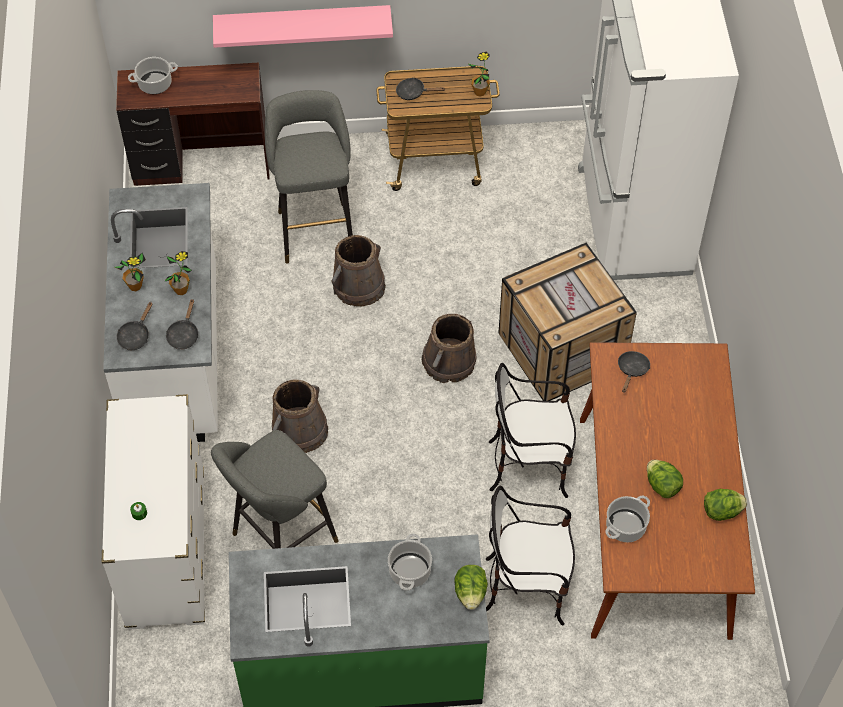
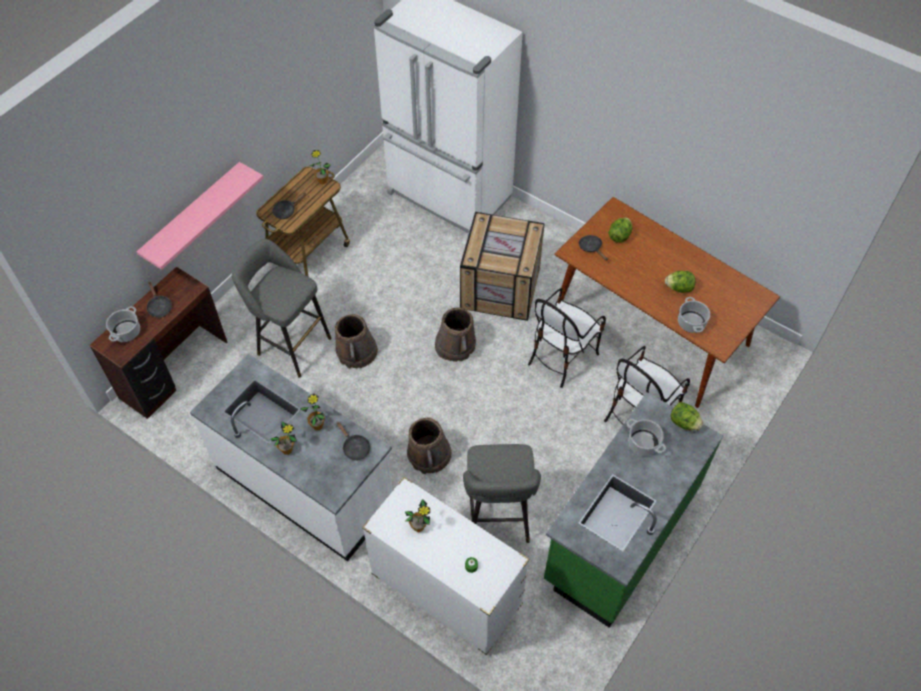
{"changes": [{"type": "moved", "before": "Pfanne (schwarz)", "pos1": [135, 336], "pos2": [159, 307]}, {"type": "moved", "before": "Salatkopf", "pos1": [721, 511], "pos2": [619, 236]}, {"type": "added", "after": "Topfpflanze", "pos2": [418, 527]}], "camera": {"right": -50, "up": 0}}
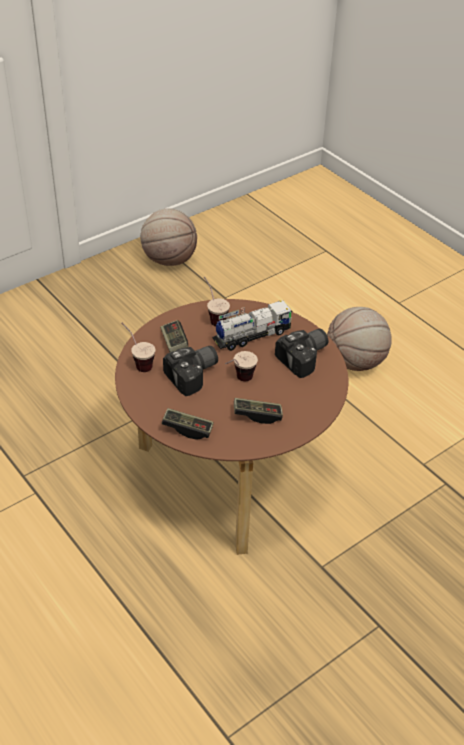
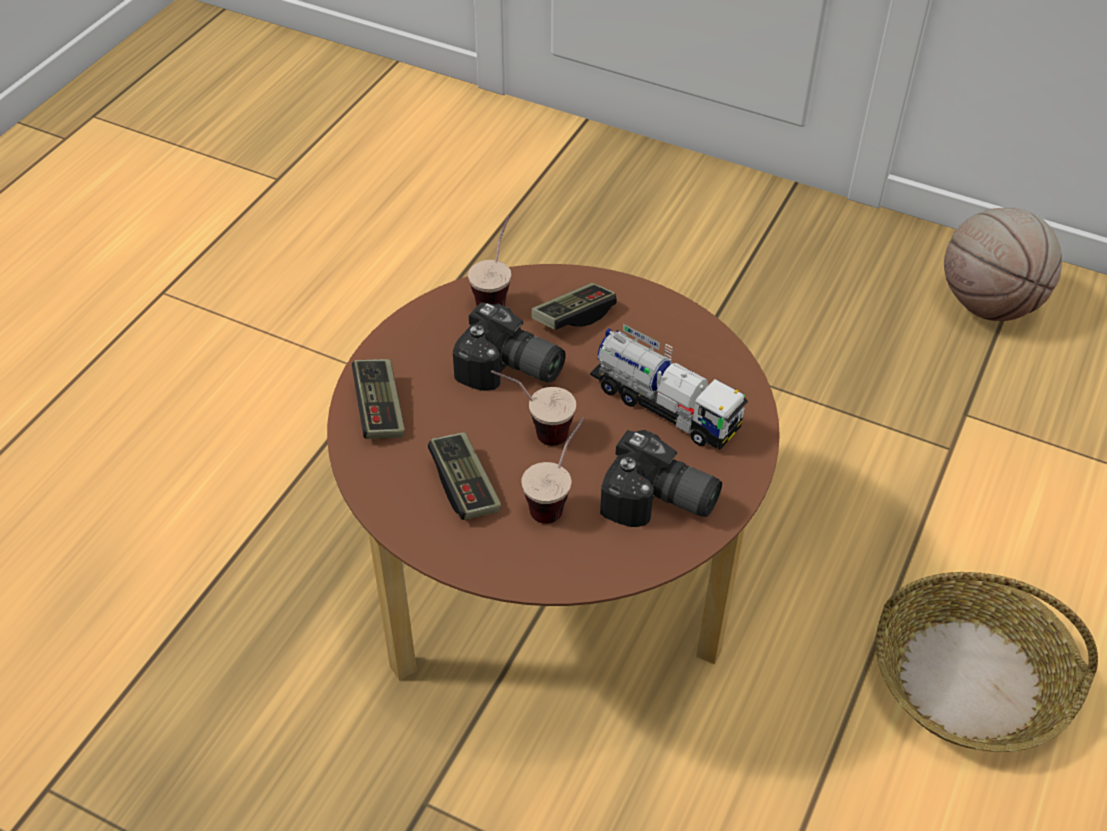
{"changes": [{"type": "moved", "before": "Tasse", "pos1": [213, 317], "pos2": [557, 498]}, {"type": "replaced", "before": "Basketball", "after": "Korb", "pos1": [355, 362], "pos2": [967, 679]}], "camera": {"right": 65, "up": 5}}
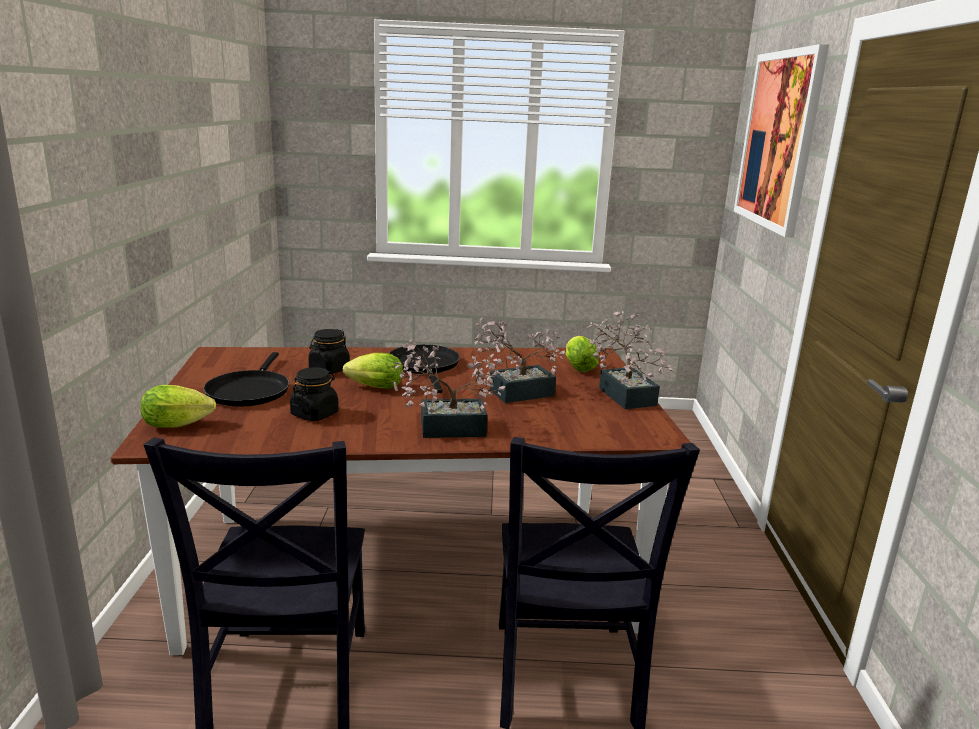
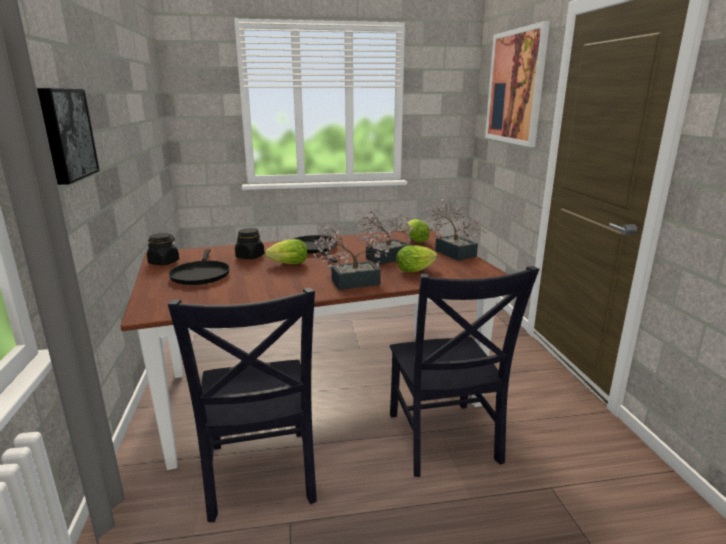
{"changes": [{"type": "moved", "before": "Vorratsglas (schwarz)", "pos1": [315, 414], "pos2": [164, 262]}, {"type": "moved", "before": "Salatkopf", "pos1": [181, 425], "pos2": [417, 270]}, {"type": "added", "after": "Bild", "pos2": [66, 134]}], "camera": {"right": -10, "up": 0}}
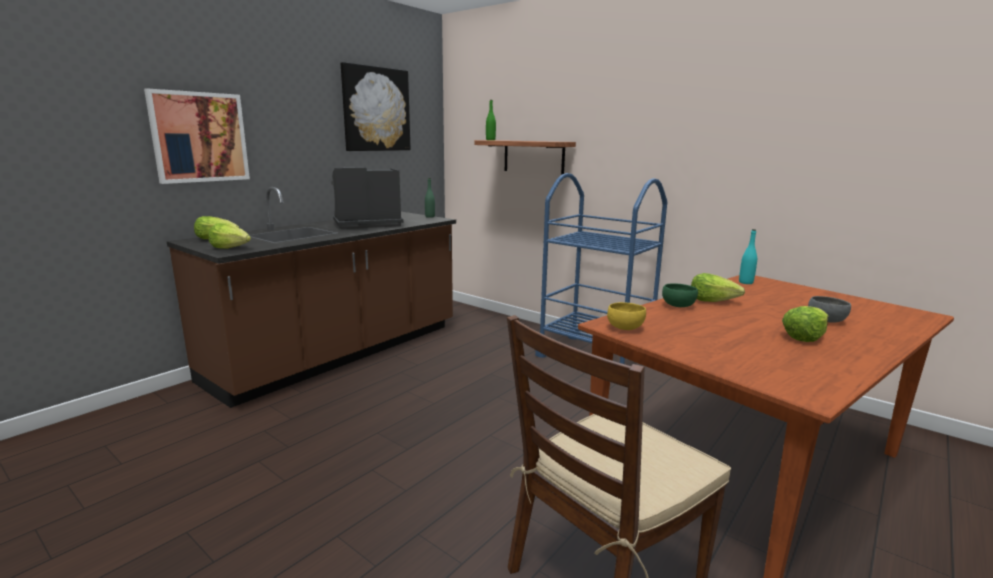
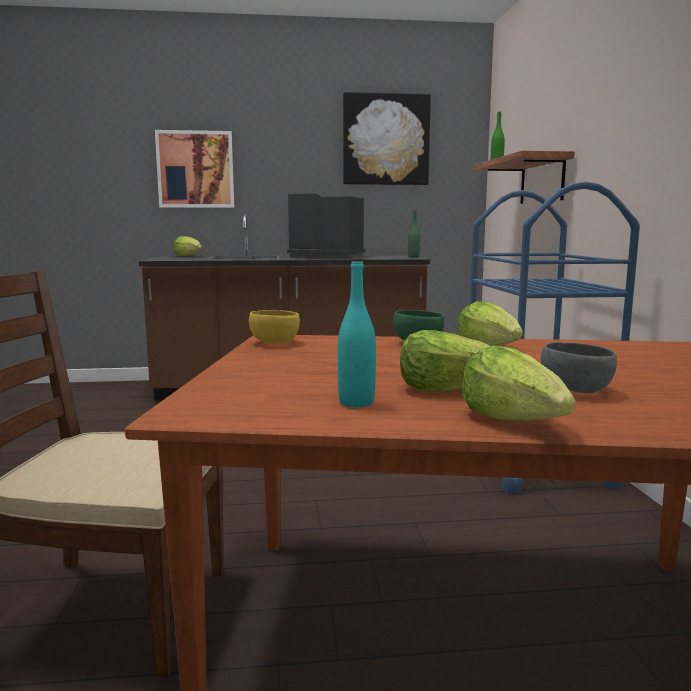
{"changes": [{"type": "moved", "before": "Salatkopf", "pos1": [231, 248], "pos2": [514, 421]}, {"type": "moved", "before": "Flasche (türkis)", "pos1": [746, 282], "pos2": [356, 402]}], "camera": {"right": 45, "up": -5}}
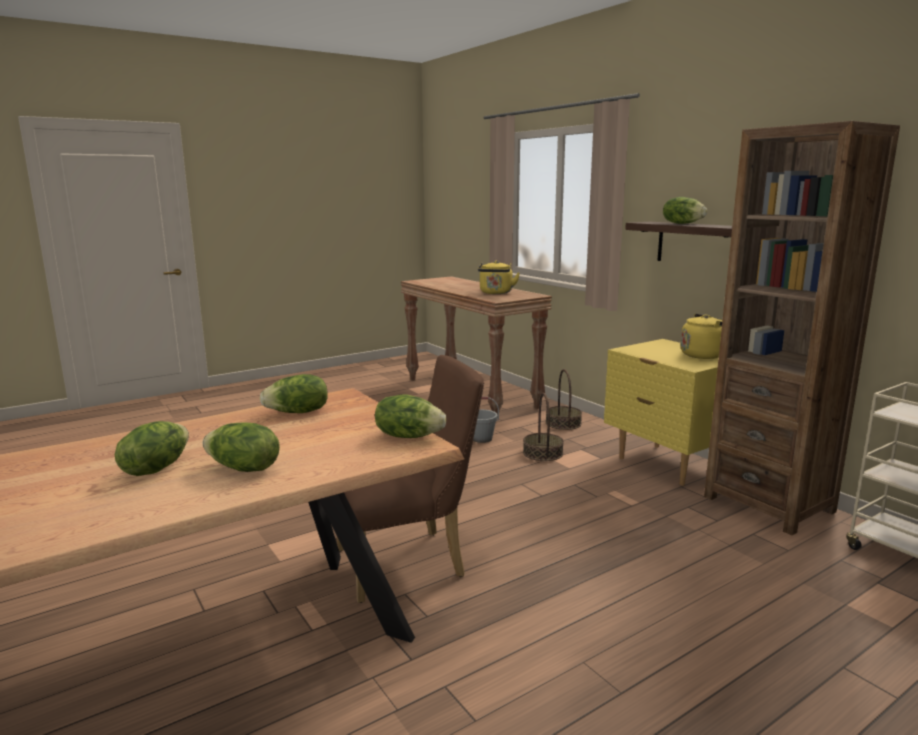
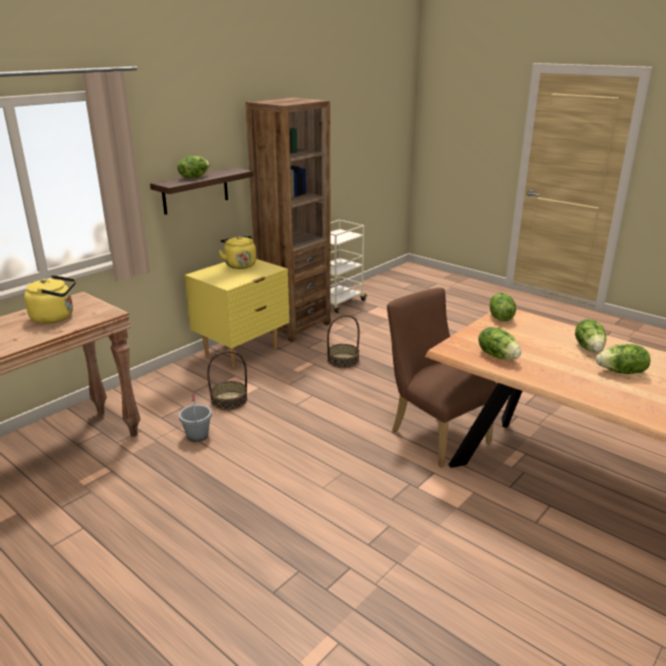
{"changes": [{"type": "moved", "before": "Korb", "pos1": [563, 423], "pos2": [343, 360]}], "camera": {"right": -105, "up": 10}}
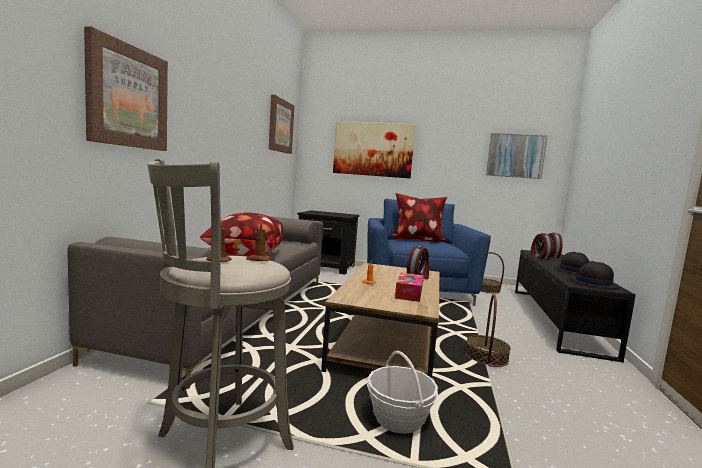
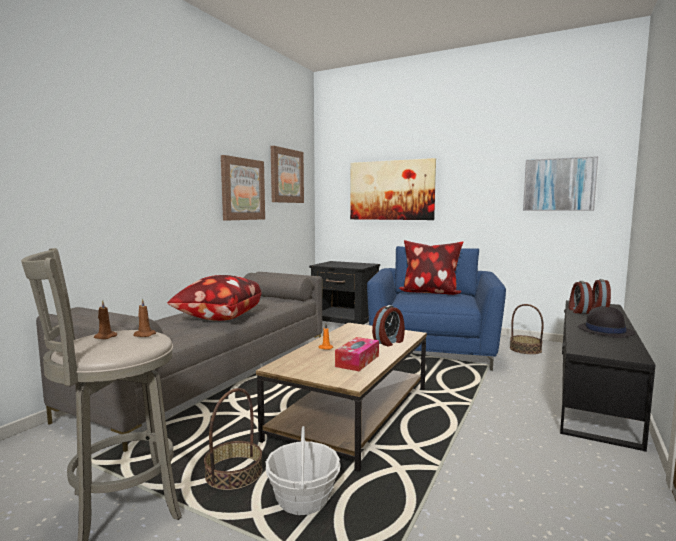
{"changes": [{"type": "moved", "before": "Bild", "pos1": [127, 97], "pos2": [242, 189]}, {"type": "removed", "before": "Hut (schwarz)", "pos1": [593, 283]}, {"type": "moved", "before": "Korb", "pos1": [486, 357], "pos2": [234, 473]}], "camera": {"right": 15, "up": 0}}
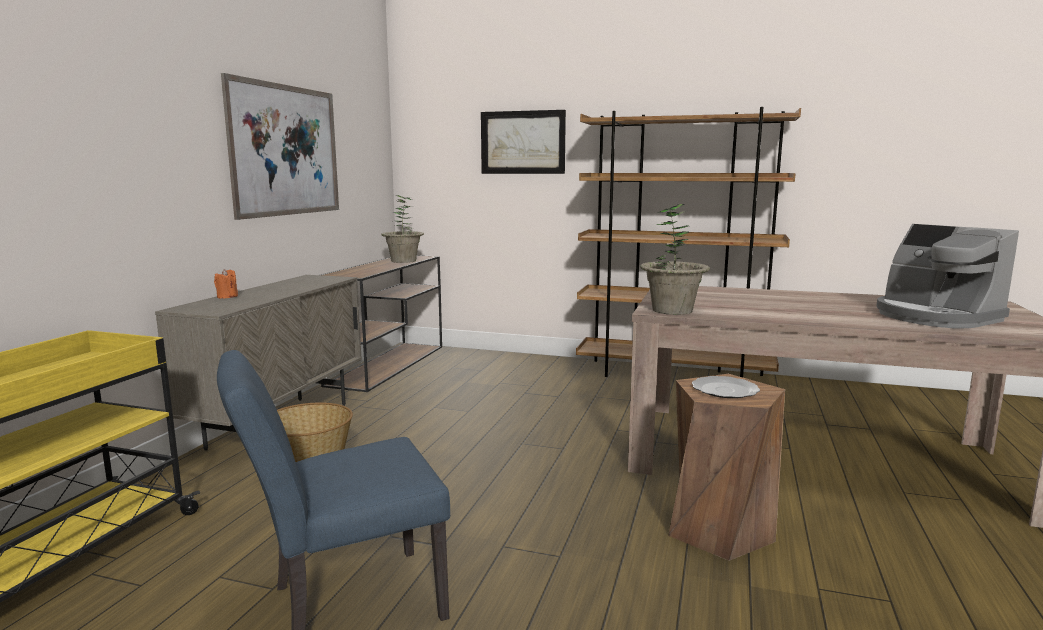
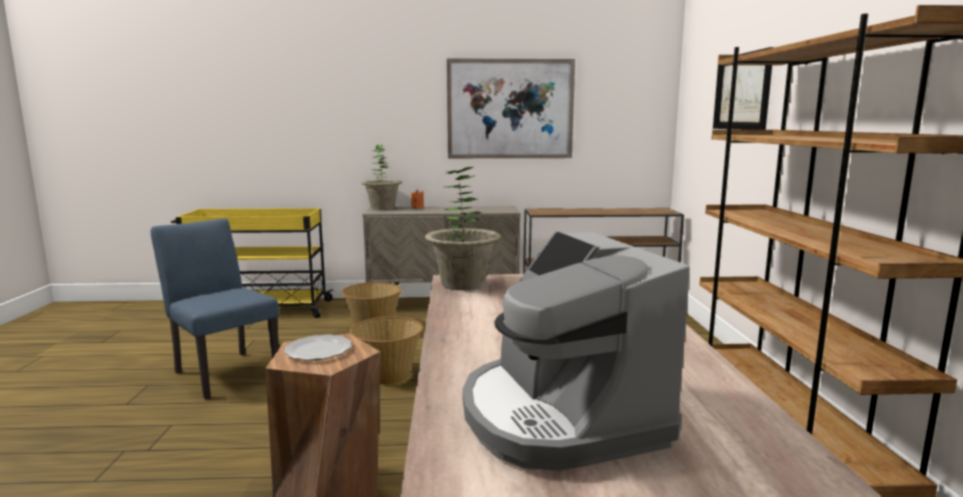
{"changes": [{"type": "moved", "before": "Topfpflanze", "pos1": [403, 261], "pos2": [382, 208]}, {"type": "turned", "before": "Kaffeemaschine", "pos1": [935, 317], "pos2": [559, 416], "turn": -60}, {"type": "added", "after": "Korb", "pos2": [388, 376]}], "camera": {"right": 70, "up": 0}}
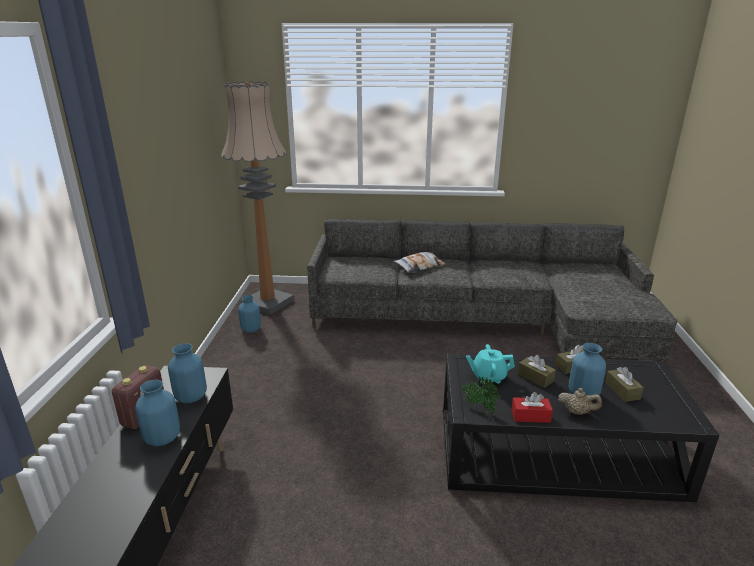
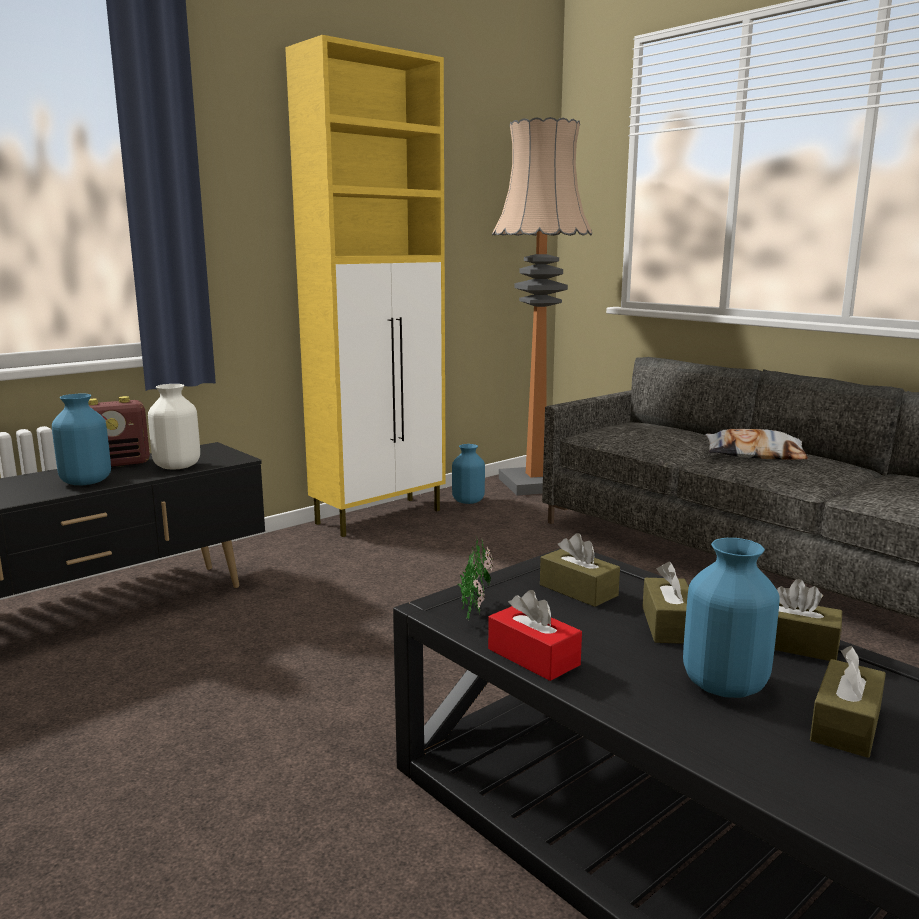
{"changes": [{"type": "recoloured", "before": "Vase (blau)", "after": "Vase (weiß)", "pos1": [190, 397], "pos2": [176, 466]}, {"type": "replaced", "before": "Teekanne (türkis)", "after": "Taschentuchbox (braun)", "pos1": [488, 376], "pos2": [578, 590]}, {"type": "removed", "before": "Teekanne (beige)", "pos1": [577, 412]}, {"type": "added", "after": "Schrank (gelb)", "pos2": [380, 516]}], "camera": {"right": 45, "up": -10}}
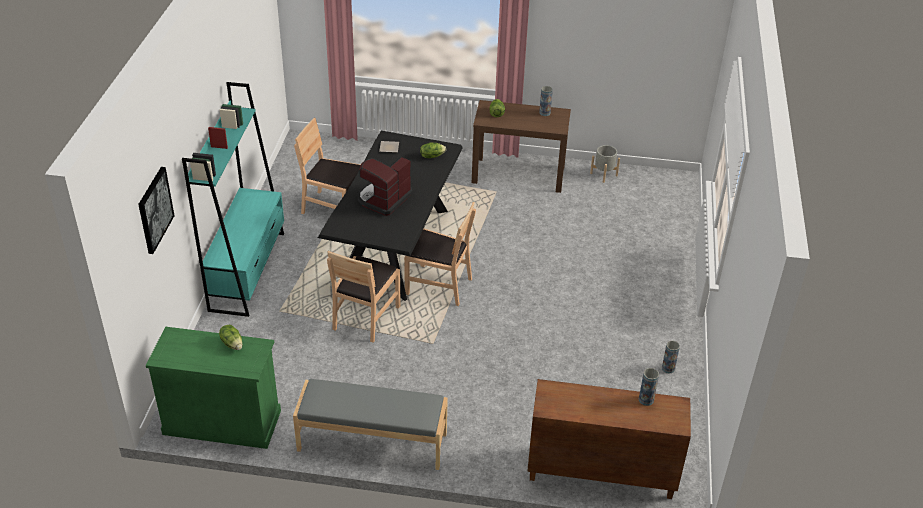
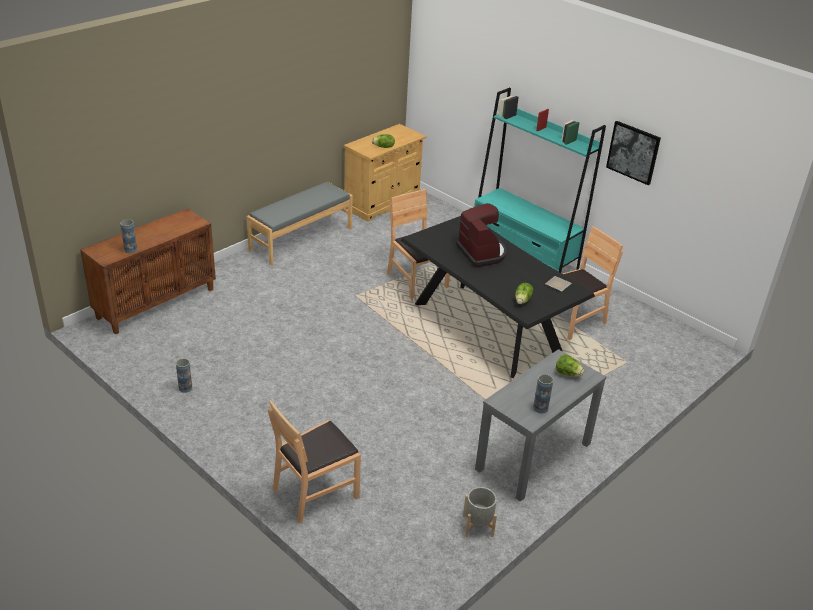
{"changes": [{"type": "recoloured", "before": "Konsolentisch (braun)", "after": "Konsolentisch (grau)", "pos1": [518, 174], "pos2": [533, 456]}, {"type": "moved", "before": "Bild", "pos1": [154, 210], "pos2": [633, 152]}, {"type": "moved", "before": "Stuhl (braun)", "pos1": [438, 285], "pos2": [315, 492]}, {"type": "recoloured", "before": "Schrank (grün)", "after": "Schrank (beige)", "pos1": [222, 422], "pos2": [382, 203]}], "camera": {"right": 125, "up": -5}}
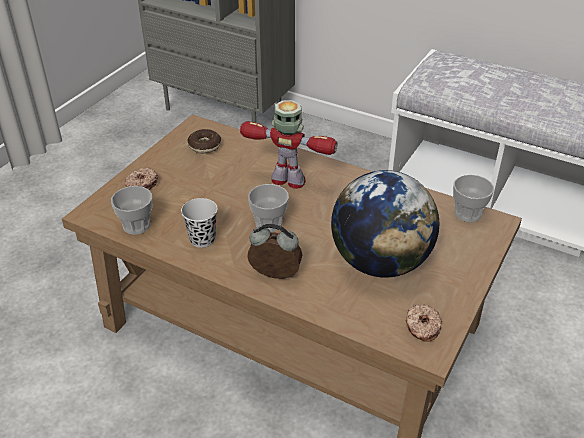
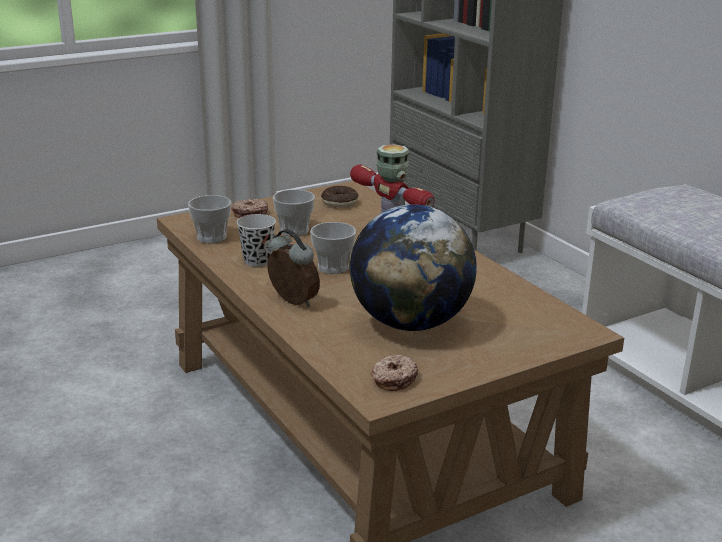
{"changes": [{"type": "moved", "before": "Tasse", "pos1": [468, 213], "pos2": [294, 231]}], "camera": {"right": 30, "up": -15}}
